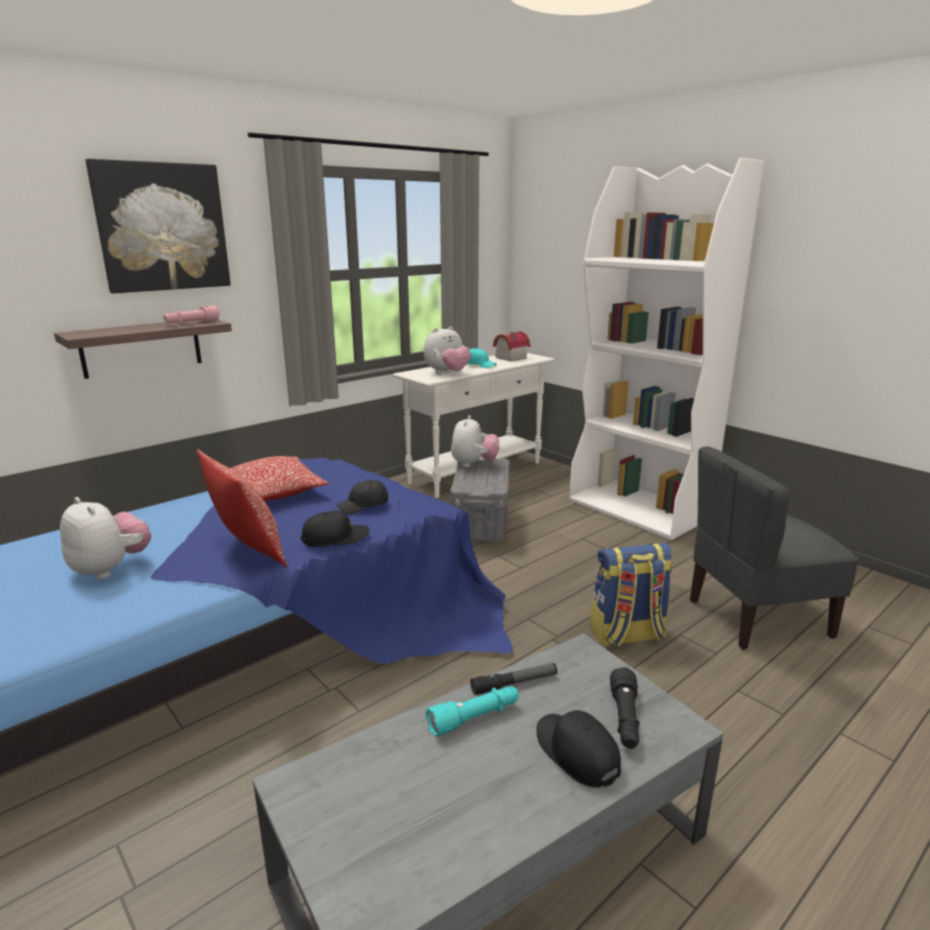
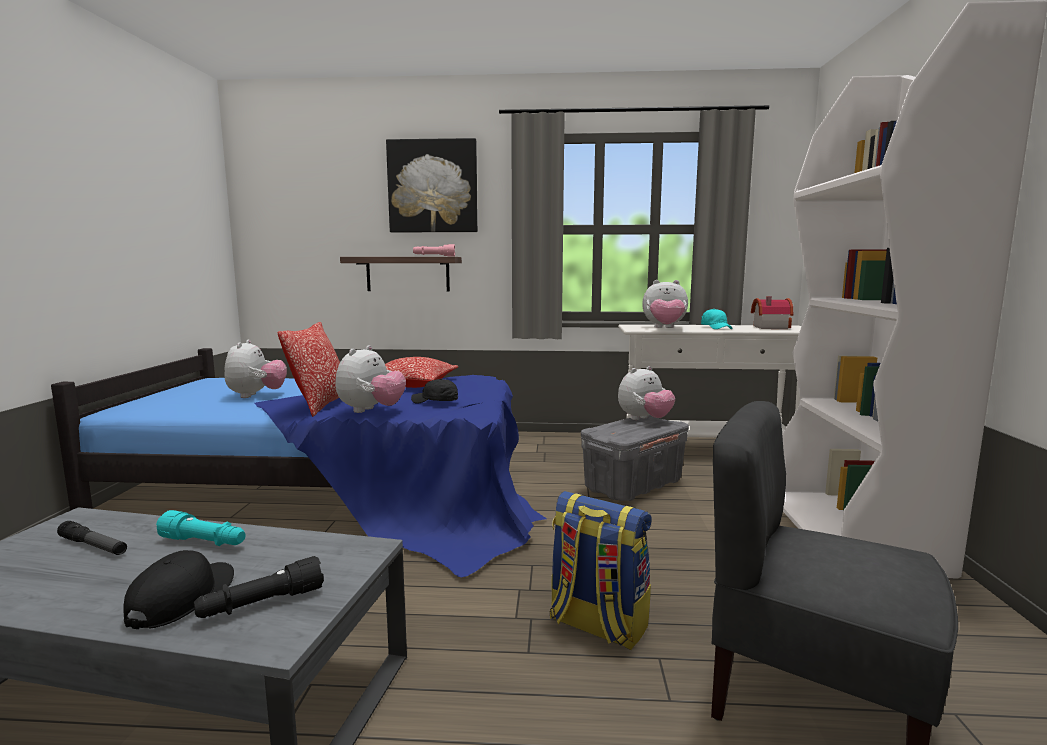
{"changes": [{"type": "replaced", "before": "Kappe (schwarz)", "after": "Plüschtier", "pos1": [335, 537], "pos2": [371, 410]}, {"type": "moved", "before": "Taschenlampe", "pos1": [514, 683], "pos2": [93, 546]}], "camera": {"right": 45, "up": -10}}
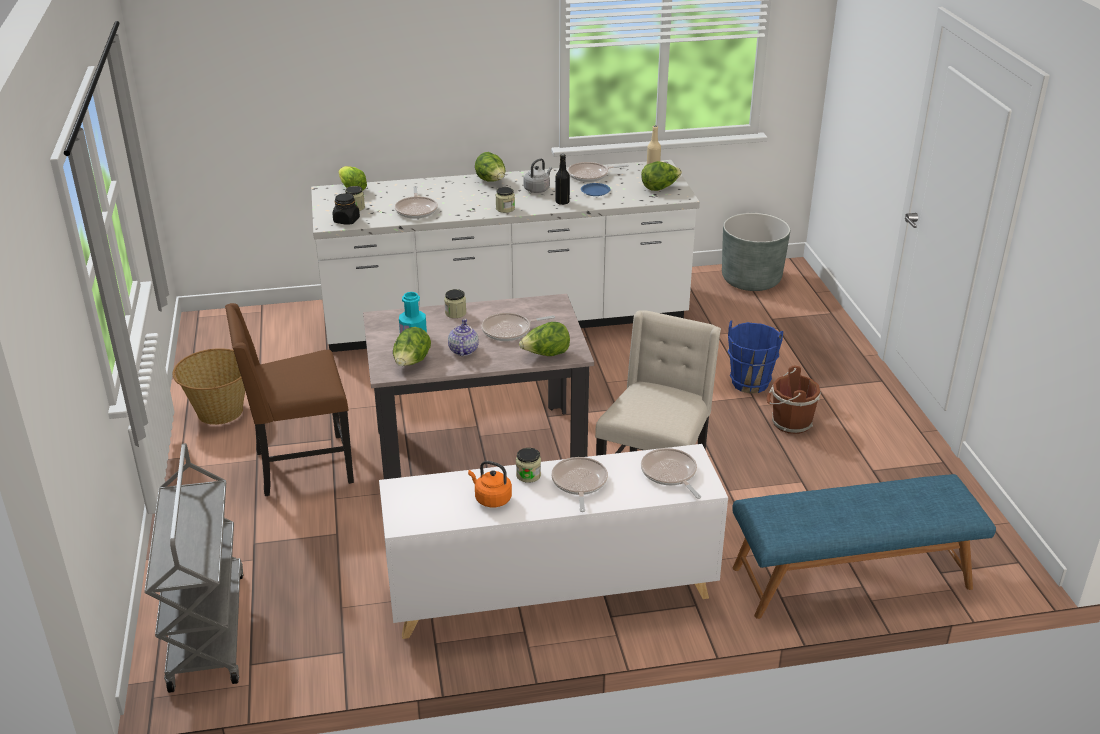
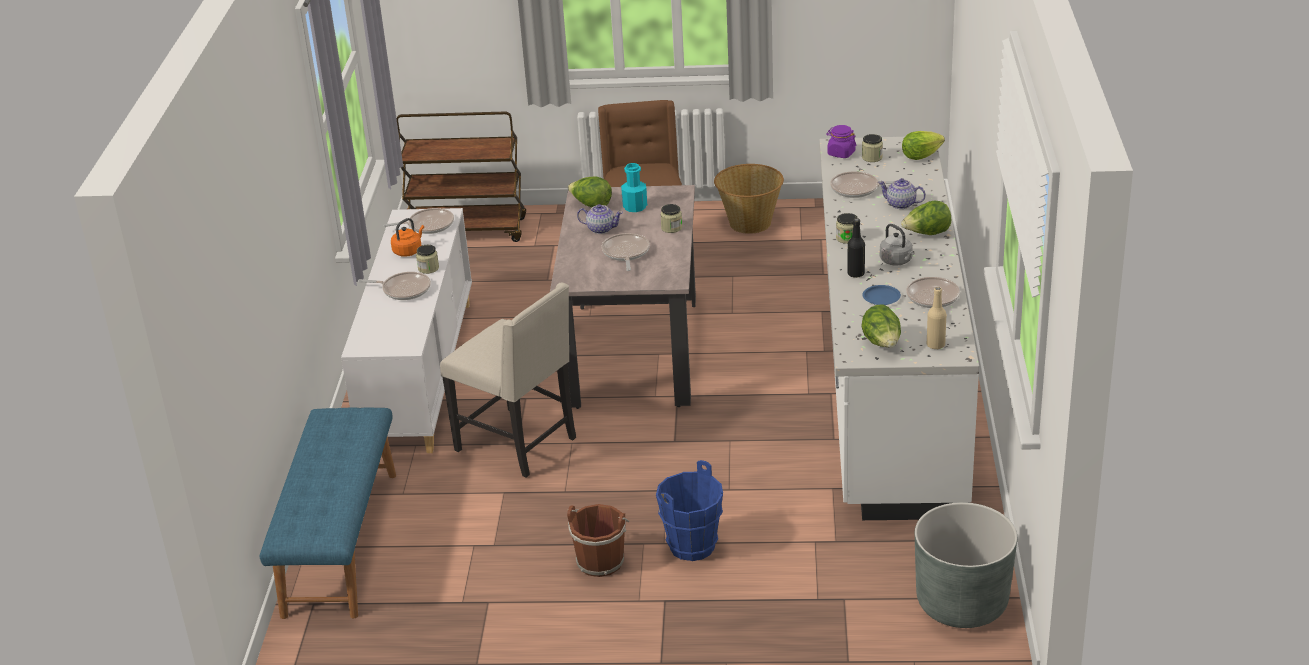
{"changes": [{"type": "recoloured", "before": "Vorratsglas (schwarz)", "after": "Vorratsglas (lila)", "pos1": [346, 220], "pos2": [841, 153]}, {"type": "removed", "before": "Salatkopf", "pos1": [546, 355]}, {"type": "recoloured", "before": "Rollwagen (grau)", "after": "Rollwagen (braun)", "pos1": [206, 629], "pos2": [467, 231]}, {"type": "moved", "before": "Pfanne", "pos1": [670, 474], "pos2": [428, 225]}, {"type": "added", "after": "Teekanne", "pos2": [901, 204]}], "camera": {"right": 105, "up": 0}}
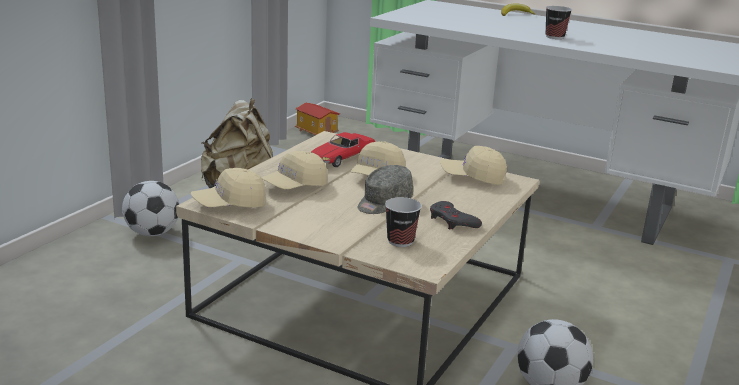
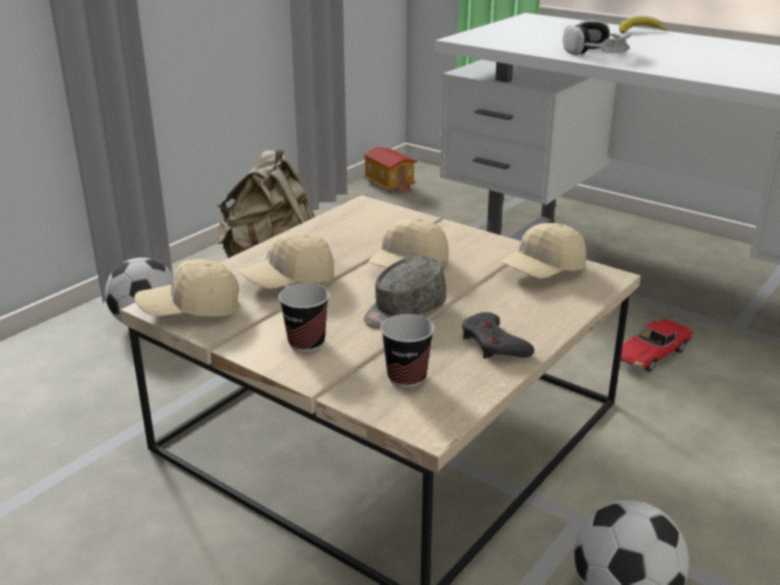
{"changes": [{"type": "moved", "before": "Tasse", "pos1": [554, 37], "pos2": [306, 343]}, {"type": "moved", "before": "Spielzeugauto", "pos1": [341, 158], "pos2": [651, 355]}, {"type": "turned", "before": "Kappe (beige)", "pos1": [472, 178], "pos2": [543, 271], "turn": -60}, {"type": "added", "after": "Kopfhörer", "pos2": [596, 53]}], "camera": {"right": 10, "up": 5}}
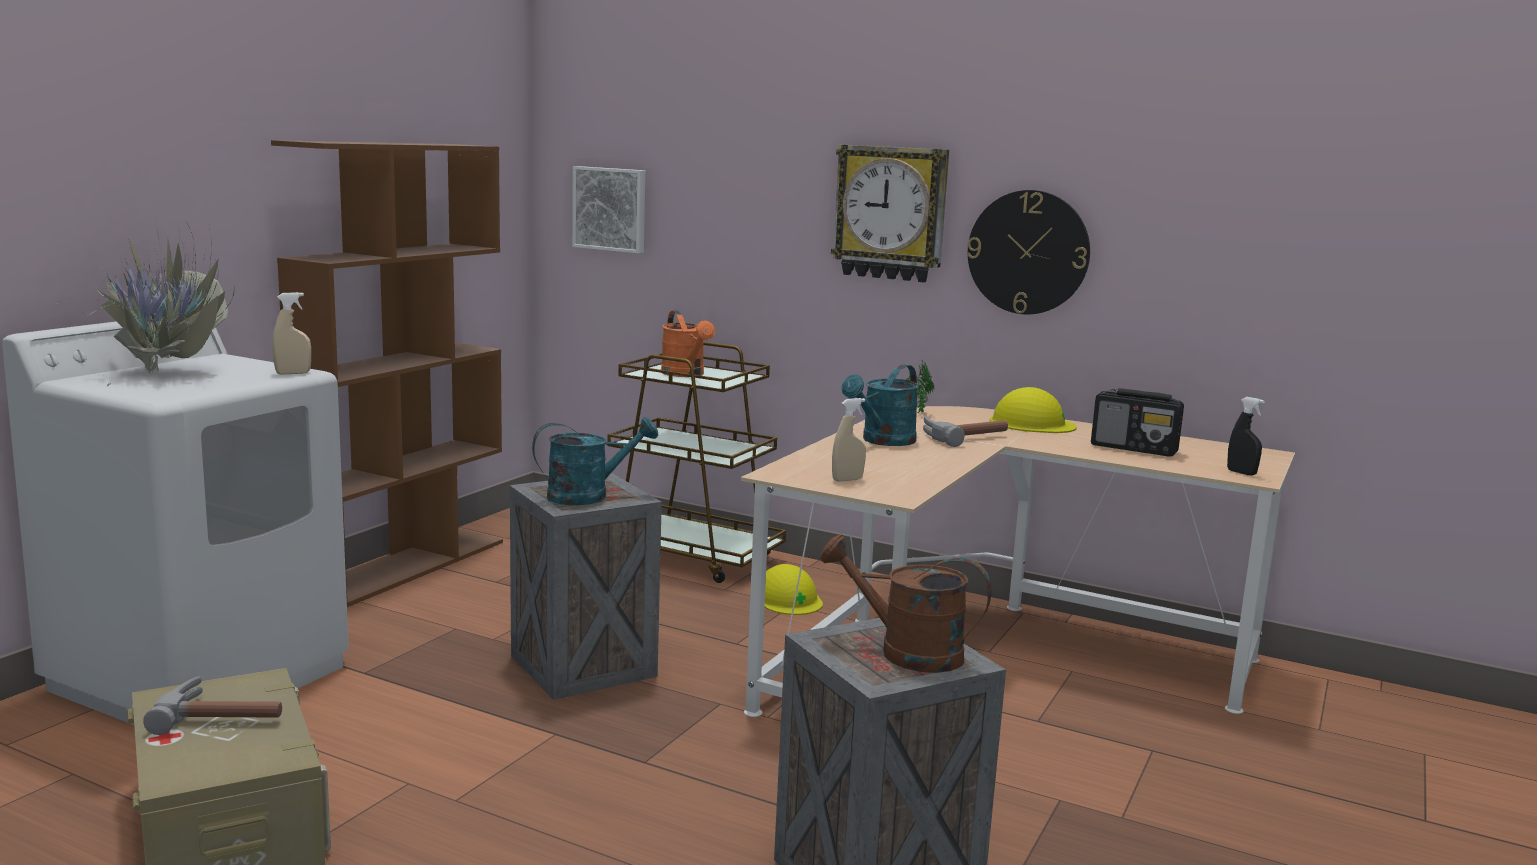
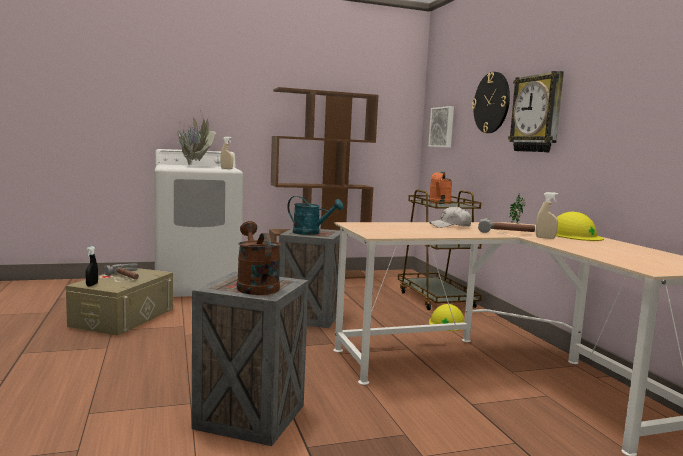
{"changes": [{"type": "moved", "before": "Wanduhr", "pos1": [1028, 252], "pos2": [491, 102]}, {"type": "replaced", "before": "Gießkanne (türkis)", "after": "Kappe (weiß)", "pos1": [883, 441], "pos2": [450, 226]}, {"type": "removed", "before": "Radio", "pos1": [1134, 449]}, {"type": "moved", "before": "Sprühflasche (schwarz)", "pos1": [1241, 473], "pos2": [92, 285]}, {"type": "moved", "before": "Sprühflasche (beige)", "pos1": [847, 480], "pos2": [545, 238]}], "camera": {"right": 45, "up": -5}}
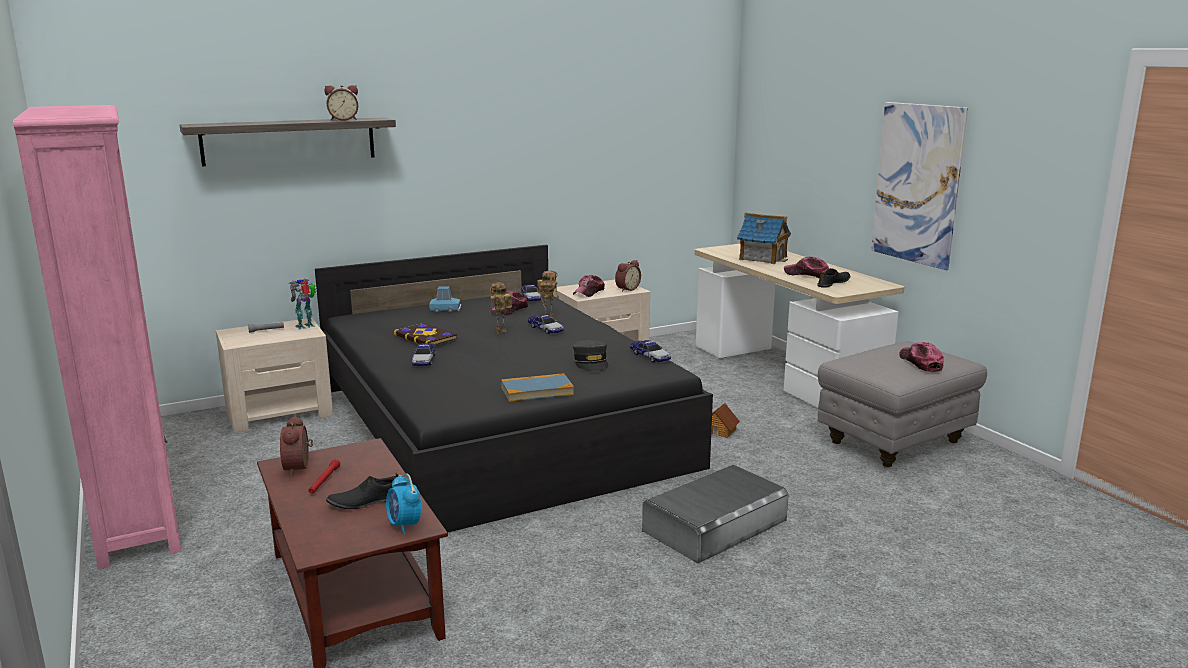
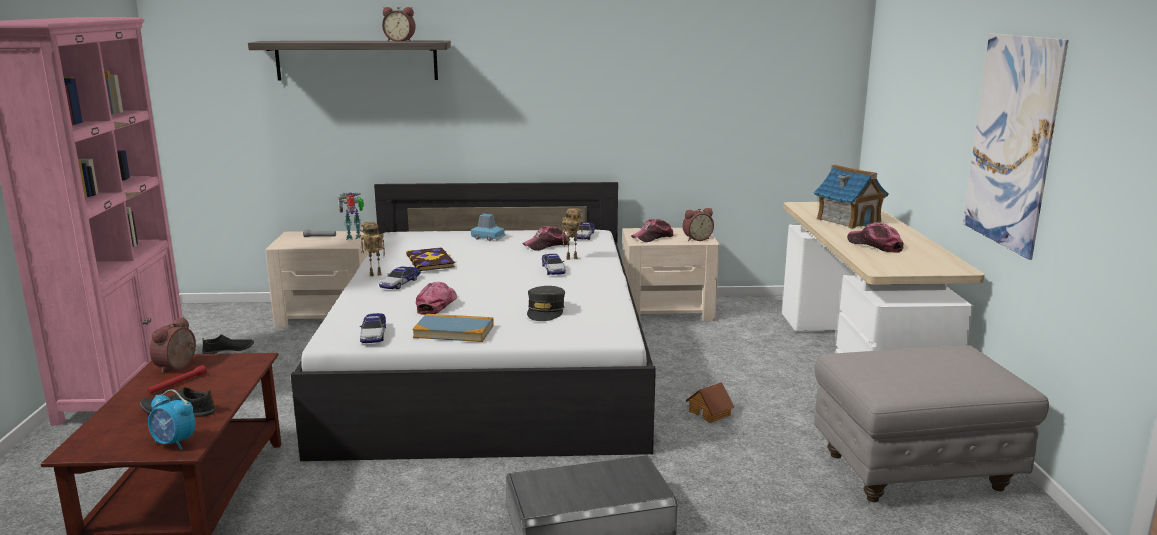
{"changes": [{"type": "recoloured", "before": "Bett (schwarz)", "after": "Bett (weiß)", "pos1": [497, 426], "pos2": [490, 363]}, {"type": "moved", "before": "Schuh (schwarz)", "pos1": [833, 283], "pos2": [228, 350]}, {"type": "moved", "before": "Spielzeugroboter", "pos1": [501, 332], "pos2": [374, 275]}, {"type": "moved", "before": "Spielzeugauto", "pos1": [650, 356], "pos2": [373, 334]}, {"type": "moved", "before": "Kappe", "pos1": [920, 363], "pos2": [436, 304]}, {"type": "turned", "before": "Wecker", "pos1": [404, 525], "pos2": [174, 443], "turn": -60}], "camera": {"right": 25, "up": 0}}
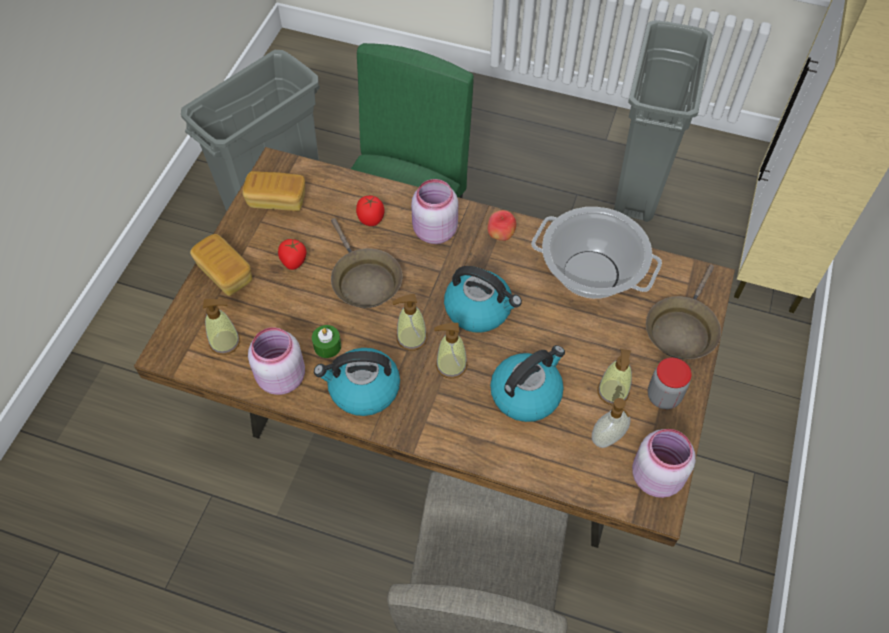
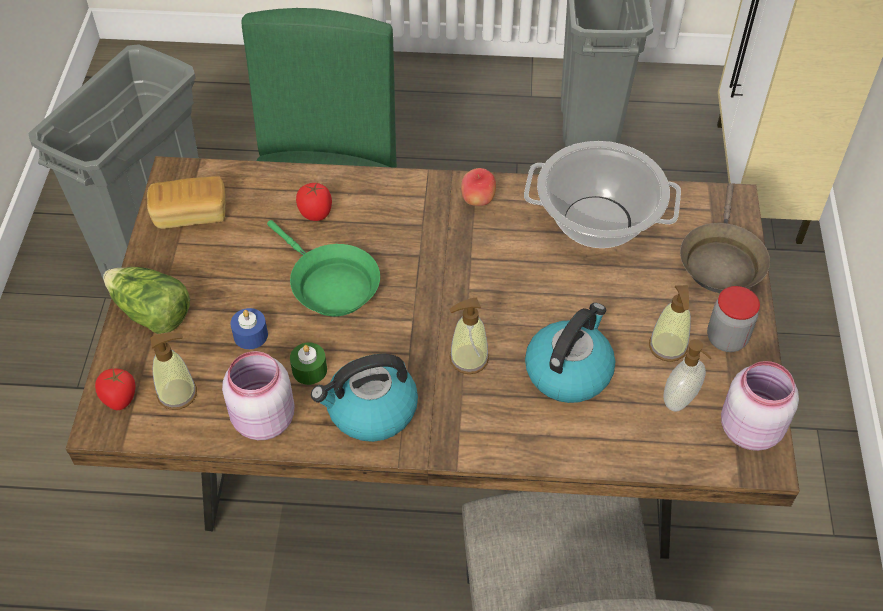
{"changes": [{"type": "removed", "before": "Vorratsglas (rosa)", "pos1": [433, 231]}, {"type": "recoloured", "before": "Pfanne (braun)", "after": "Pfanne (grün)", "pos1": [364, 280], "pos2": [330, 285]}, {"type": "replaced", "before": "Brot", "after": "Salatkopf", "pos1": [225, 273], "pos2": [151, 313]}, {"type": "moved", "before": "Tomate", "pos1": [293, 261], "pos2": [119, 398]}, {"type": "removed", "before": "Wasserkessel", "pos1": [479, 309]}, {"type": "removed", "before": "Seifenspender", "pos1": [411, 338]}, {"type": "added", "after": "Kerze (blau)", "pos2": [250, 335]}], "camera": {"right": -15, "up": -5}}
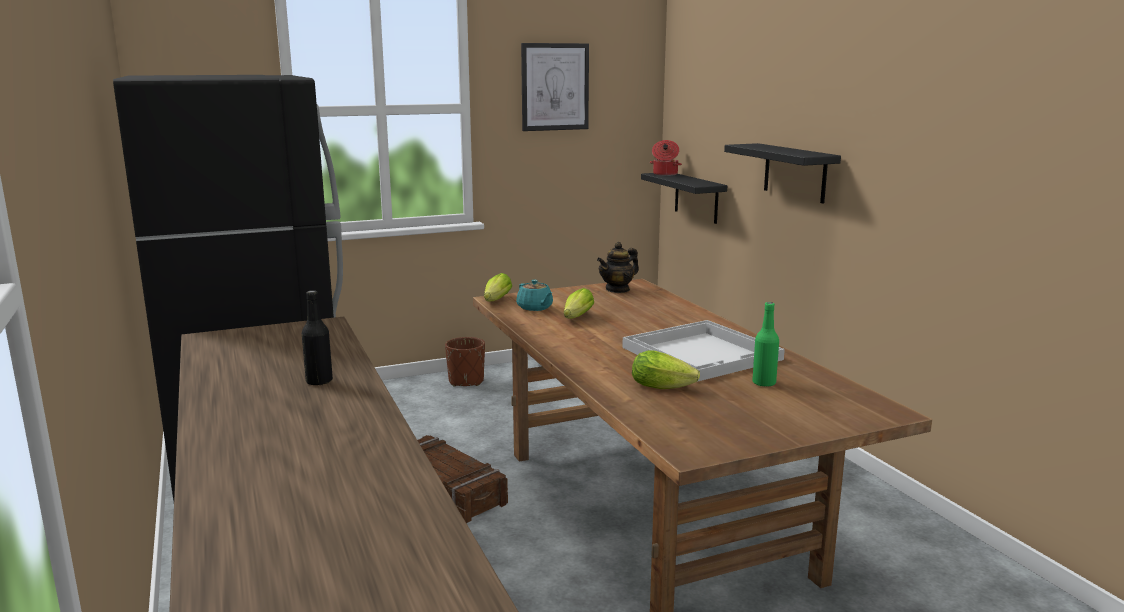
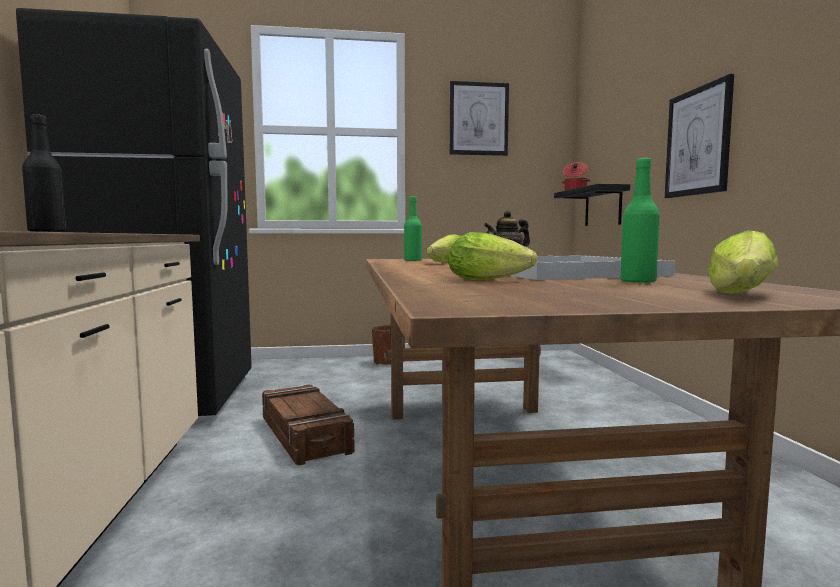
{"changes": [{"type": "replaced", "before": "Wandregal (schwarz)", "after": "Bild", "pos1": [795, 172], "pos2": [698, 142]}, {"type": "moved", "before": "Salatkopf", "pos1": [495, 301], "pos2": [740, 295]}, {"type": "replaced", "before": "Teekanne (türkis)", "after": "Flasche (grün)", "pos1": [535, 308], "pos2": [413, 261]}], "camera": {"right": 15, "up": -10}}
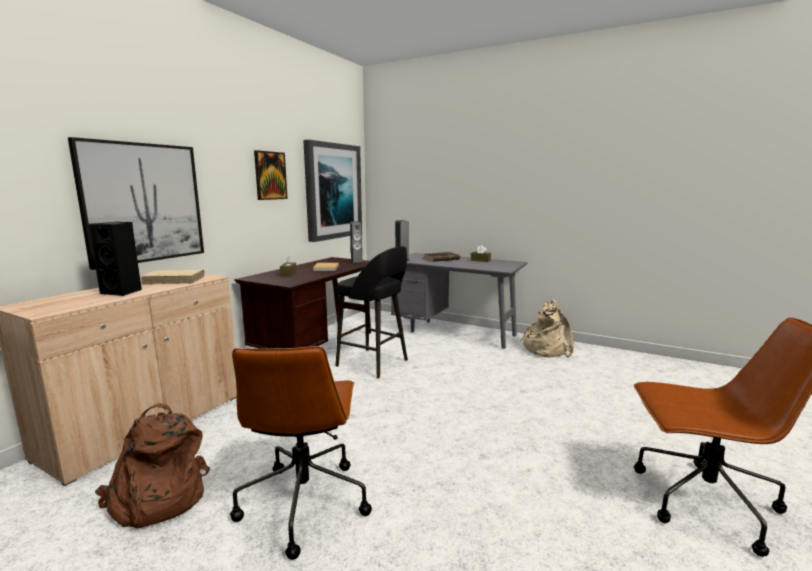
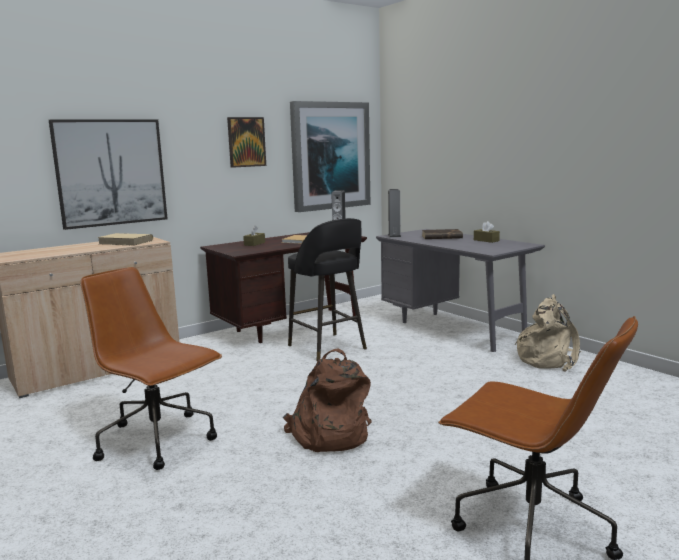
{"changes": [{"type": "removed", "before": "Lautsprecher (schwarz)", "pos1": [123, 292]}, {"type": "turned", "before": "Bürostuhl (braun)", "pos1": [304, 501], "pos2": [159, 441], "turn": 105}, {"type": "moved", "before": "Rucksack (braun)", "pos1": [157, 498], "pos2": [328, 435]}], "camera": {"right": 25, "up": 0}}
